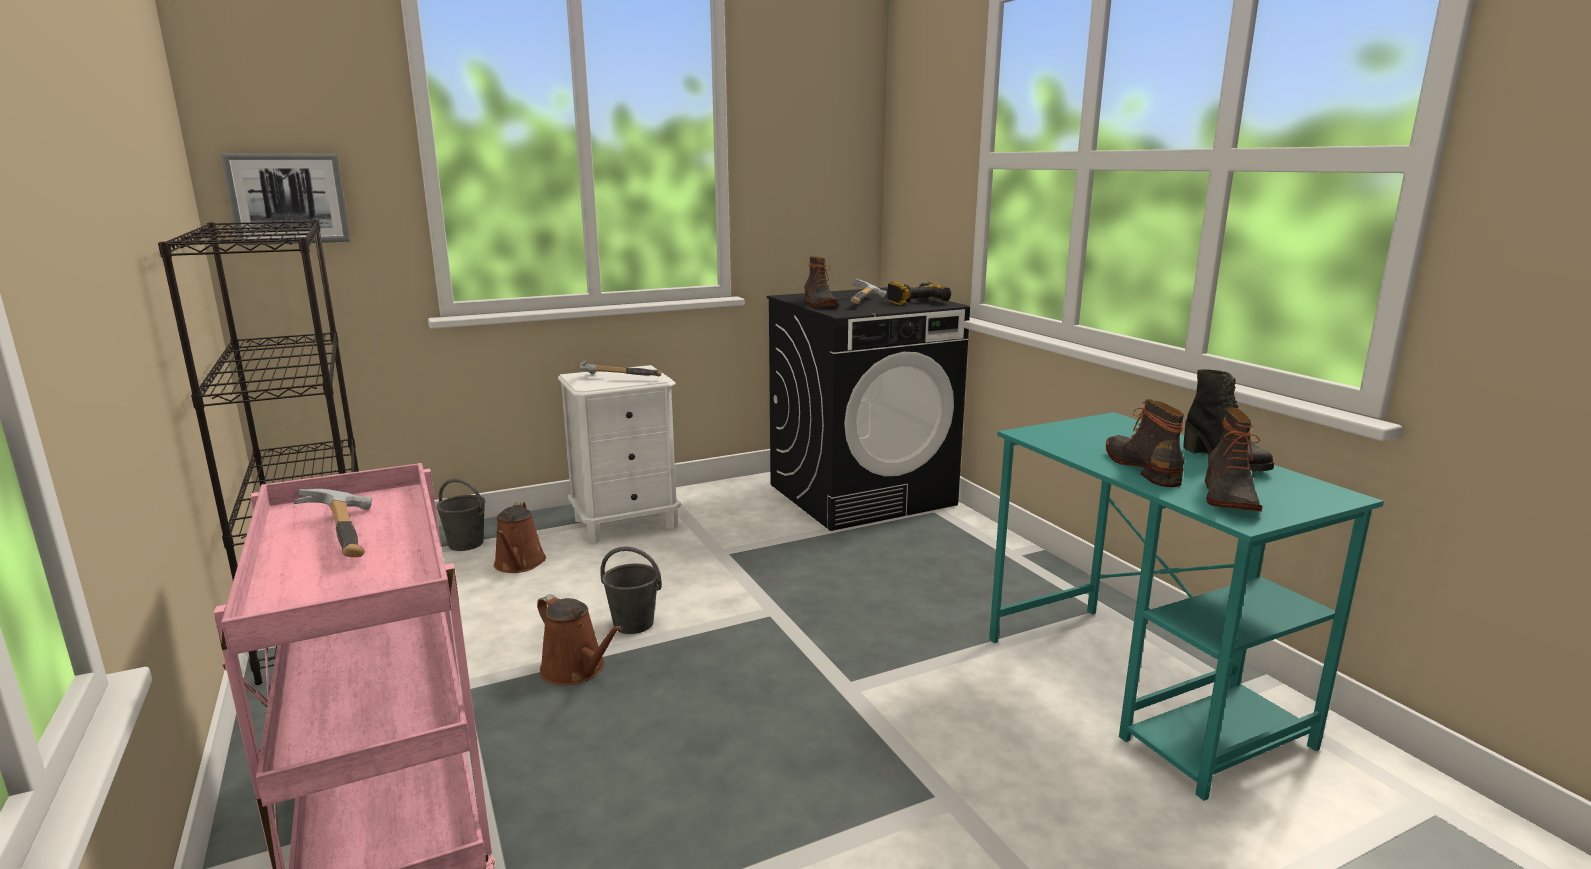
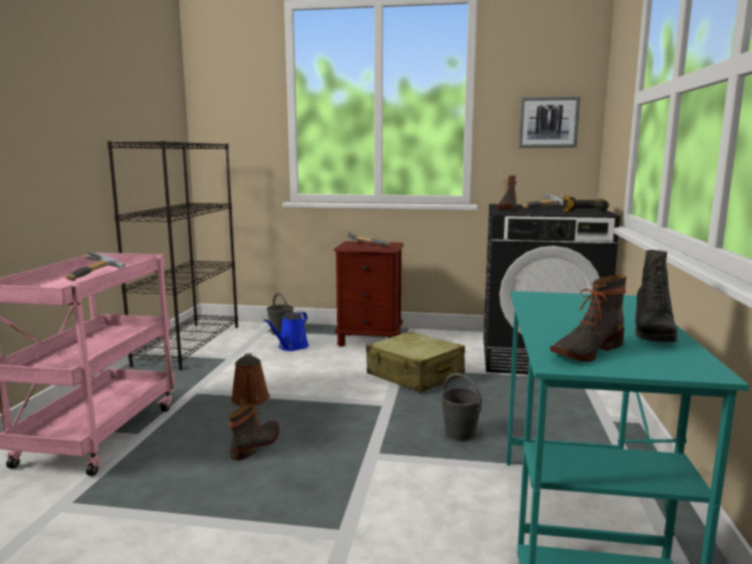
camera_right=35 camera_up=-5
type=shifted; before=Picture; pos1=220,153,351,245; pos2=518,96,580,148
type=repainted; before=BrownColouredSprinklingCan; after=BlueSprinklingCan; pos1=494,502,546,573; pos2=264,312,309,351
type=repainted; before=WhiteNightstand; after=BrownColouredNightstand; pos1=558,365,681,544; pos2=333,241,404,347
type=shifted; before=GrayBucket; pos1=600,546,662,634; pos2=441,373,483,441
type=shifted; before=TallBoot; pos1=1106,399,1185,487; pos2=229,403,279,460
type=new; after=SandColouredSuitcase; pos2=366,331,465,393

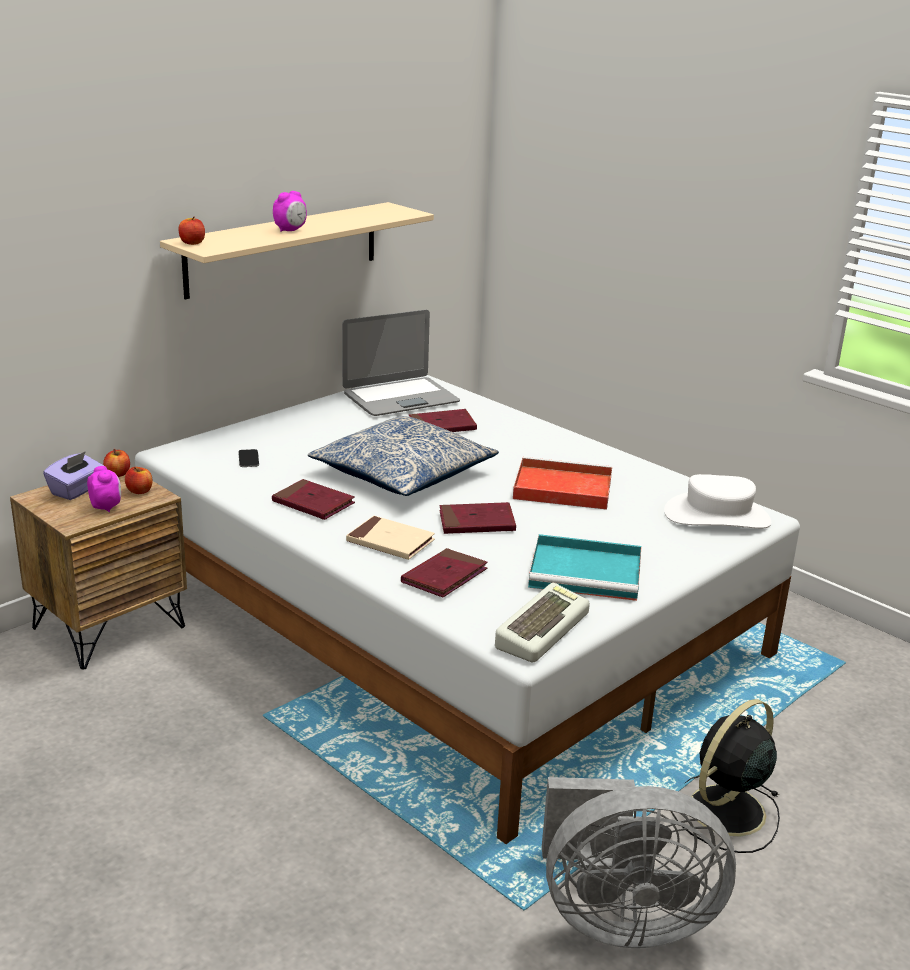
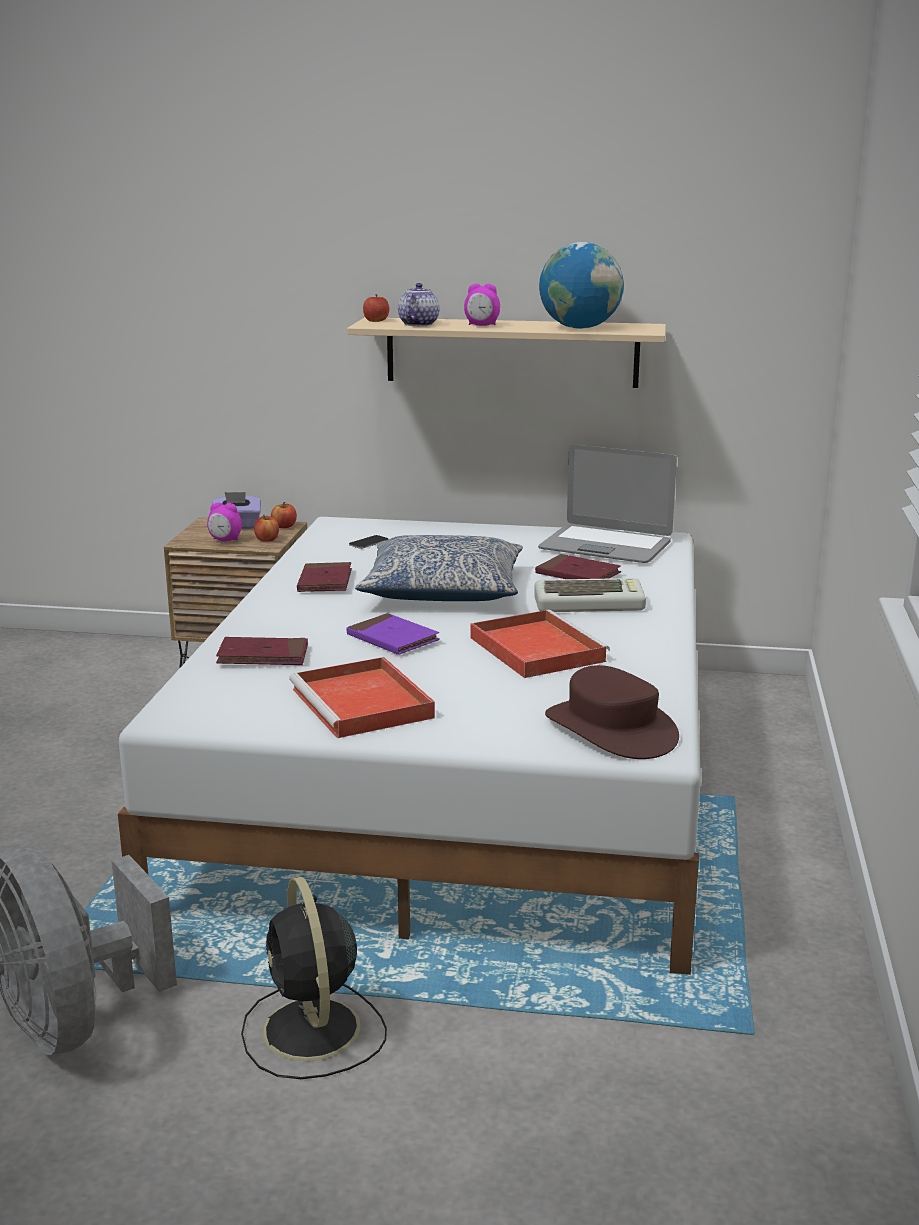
camera_right=55 camera_up=-5
type=rotated; before=BedsideClock; pos1=87,466,121,512; pos2=207,503,242,542; turn=75
type=gone; before=SandColouredBook; pos1=346,516,435,560
type=repainted; before=ReddishBook; after=PurpleBook; pos1=440,502,516,534; pos2=346,613,440,655
type=shifted; before=Keyboard; pos1=495,583,590,662; pos2=534,578,646,612
type=repainted; before=TurquoiseTray; after=ReddishTray; pos1=528,534,642,601; pos2=289,657,435,738
type=repainted; before=WhiteWearableHat; after=BrownColouredWearableHat; pos1=664,474,771,529; pos2=545,665,679,759
type=rotated; before=BlackishFan; pos1=670,699,780,853; pos2=241,877,387,1079; turn=-120
type=new; after=Teapot; pos2=398,283,440,326
type=new; after=DeskGlobe; pos2=539,242,624,329

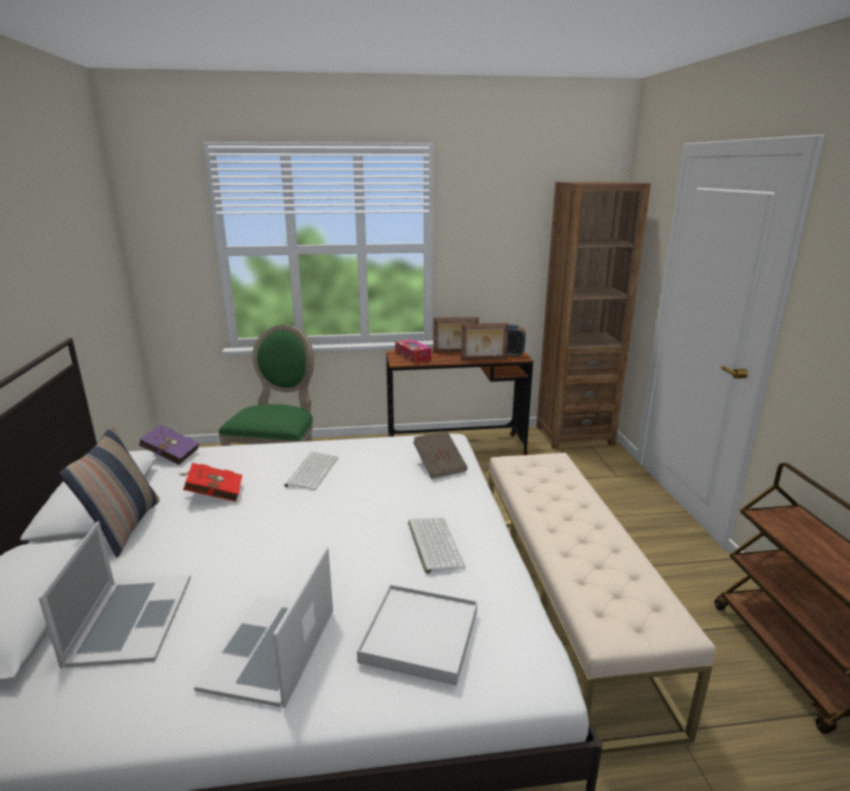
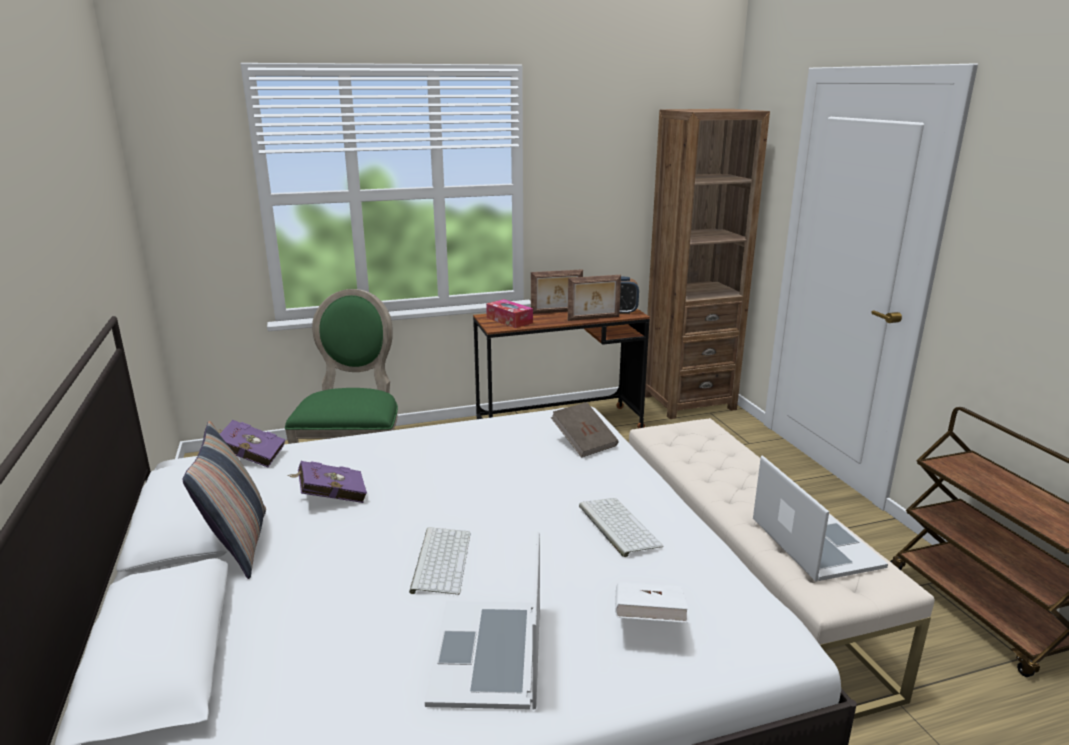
camera_right=-10 camera_up=0
type=shifted; before=PortableComputer; pos1=39,521,191,668; pos2=753,455,888,581
type=repainted; before=ReddishBook; after=PurpleBook; pos1=180,463,242,502; pos2=287,461,367,503
type=shifted; before=Keyboard; pos1=284,452,339,490; pos2=409,527,471,595
type=swapped; before=WhiteTray; after=WhiteBook; pos1=357,584,477,686; pos2=615,582,688,623

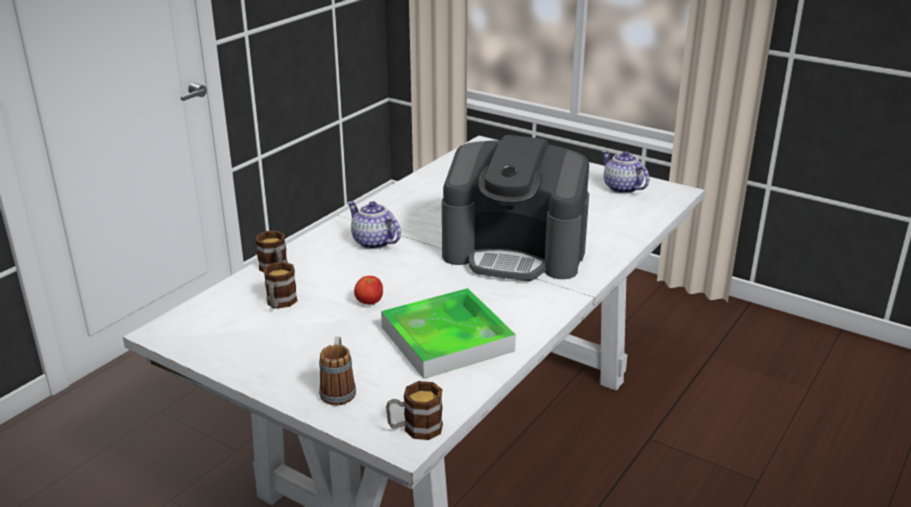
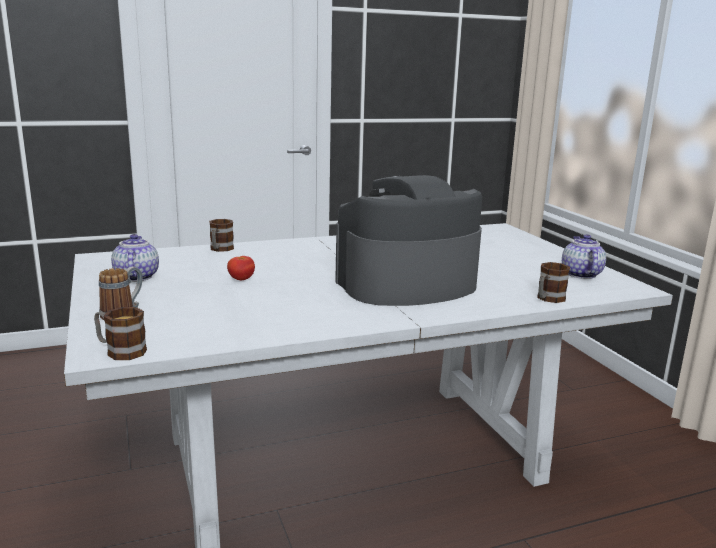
camera_right=35 camera_up=-10
type=shifted; before=TeaMug; pos1=263,262,298,309; pos2=537,262,570,303
type=shifted; before=Teapot; pos1=347,201,401,249; pos2=111,234,159,282
type=gone; before=Tray; pos1=381,288,516,379
type=rotated; before=CoffeeMachine; pos1=442,135,589,281; pos2=335,175,482,306; turn=105

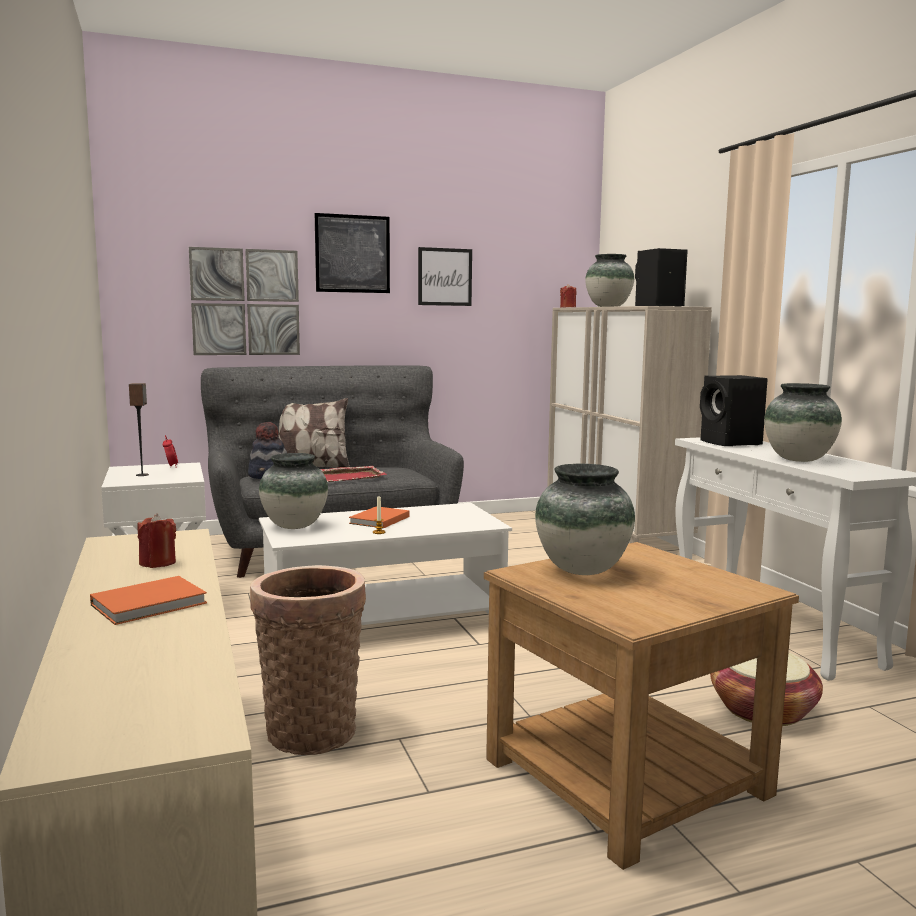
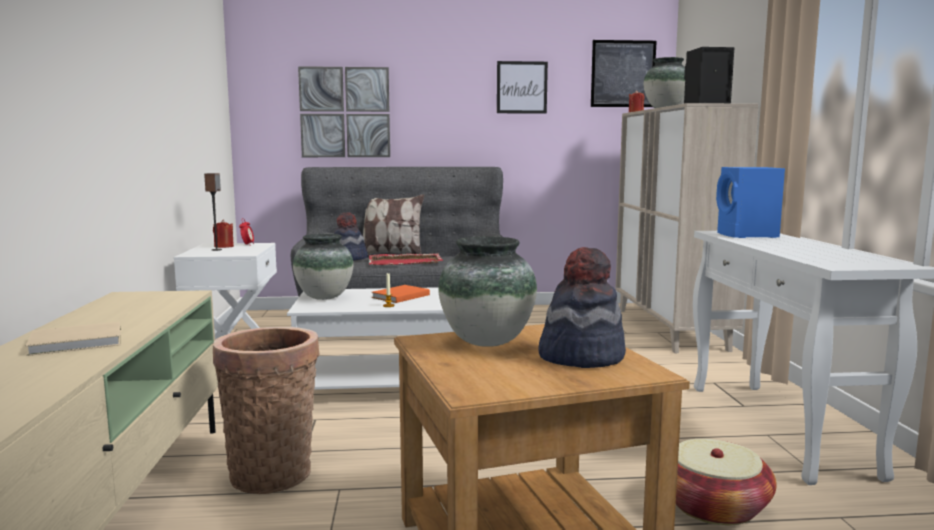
camera_right=15 camera_up=0
type=repainted; before=OrangeBook; after=SandColouredBook; pos1=90,576,207,625; pos2=26,322,121,356
type=shifted; before=ReddishCandle; pos1=137,513,176,568; pos2=213,219,234,248
type=shifted; before=Picture; pos1=315,213,390,293; pos2=591,40,657,107
type=repainted; before=BlackishLoudspeaker; after=BlueLoudspeaker; pos1=700,375,768,446; pos2=716,167,785,238
type=gone; before=DecorativeVase; pos1=764,383,842,462
type=new; after=WearableHat; pos2=538,247,626,368

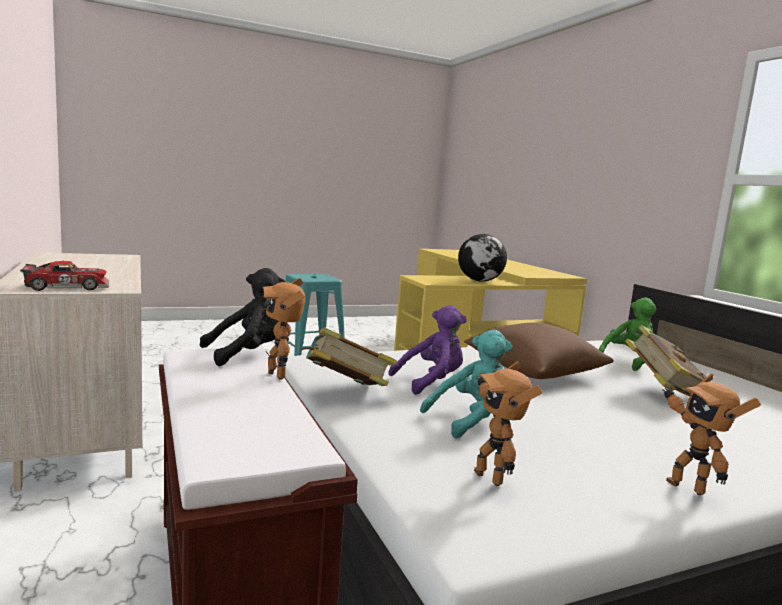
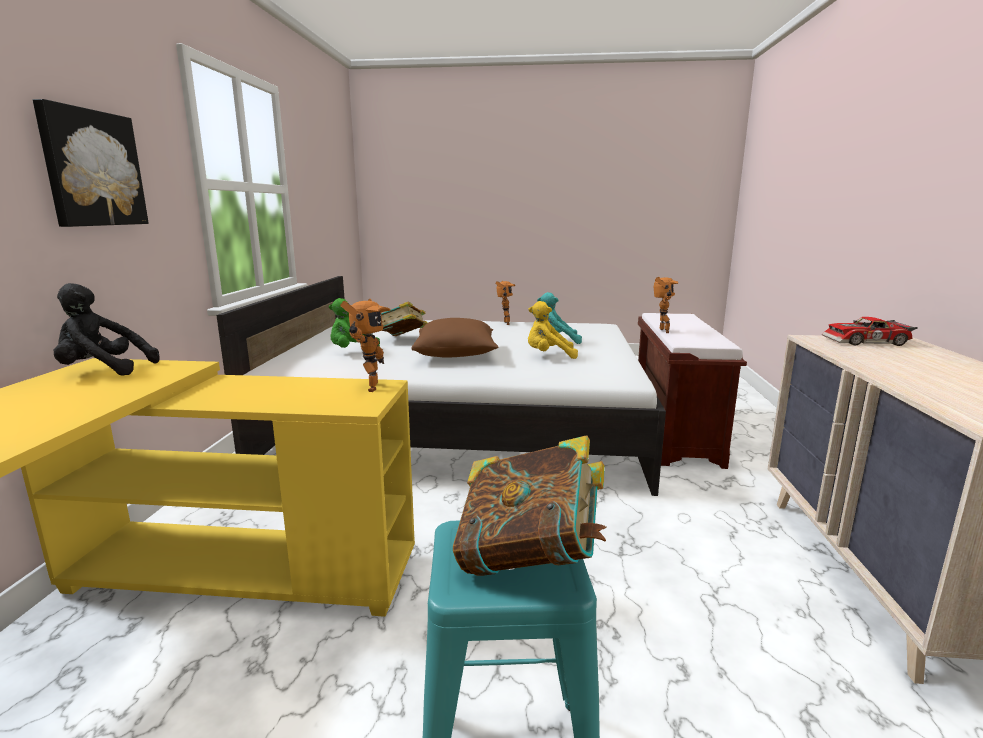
camera_right=-150 camera_up=5
type=shifted; before=BlackishPlushToy; pos1=199,268,285,366; pos2=54,283,160,376
type=shifted; before=Book; pos1=301,327,397,386; pos2=453,435,607,576
type=repainted; before=PurplePlushToy; after=YellowColouredPlushToy; pos1=388,305,467,395; pos2=528,301,578,359
type=gone; before=DeskGlobe; pos1=458,234,507,282
type=shifted; before=RobotFigure; pos1=474,362,542,486; pos2=340,299,391,392
type=new; after=Picture; pos2=33,99,149,227

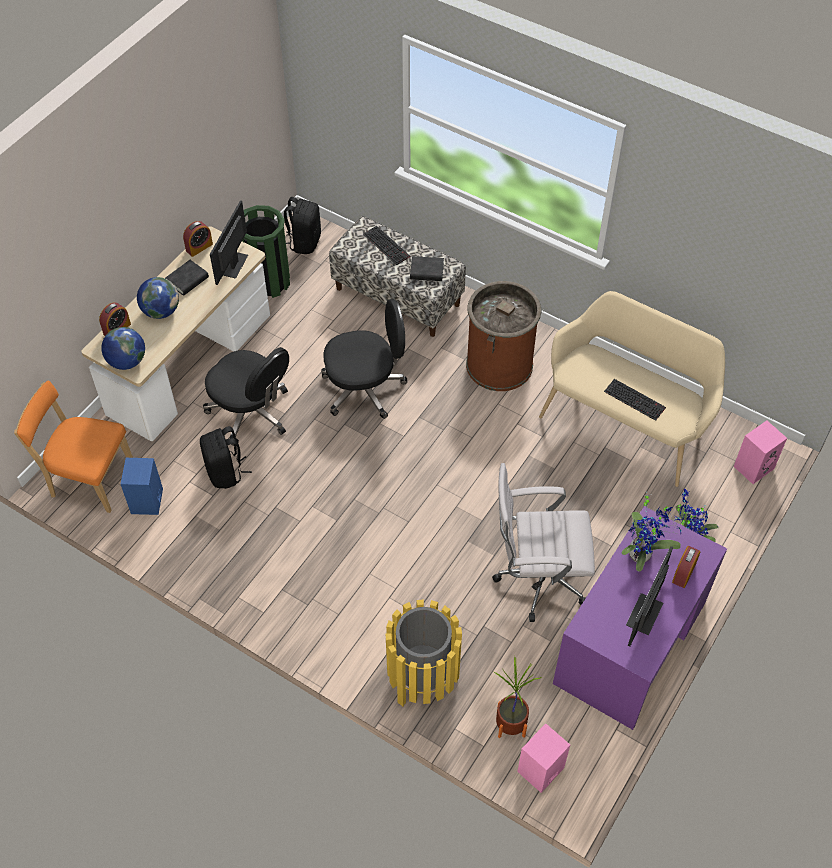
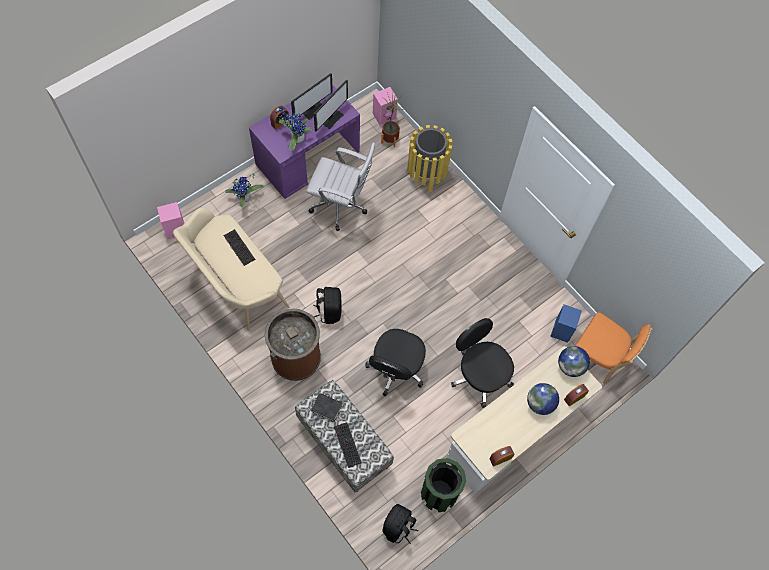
camera_right=-165 camera_up=10
type=gone; before=BlackishBook; pos1=165,260,209,296
type=shifted; before=BlackishRucksack; pos1=200,426,252,489; pos2=313,287,342,324
type=shifted; before=Monitor; pos1=210,200,248,285; pos2=314,79,348,132
type=rotated; before=BlackishComputerChair; pos1=321,299,407,419; pos2=365,329,426,397; turn=-75

